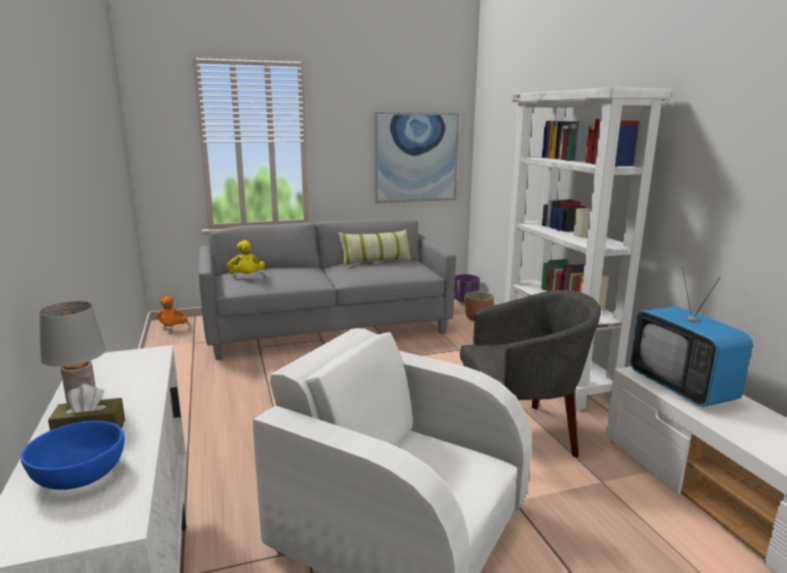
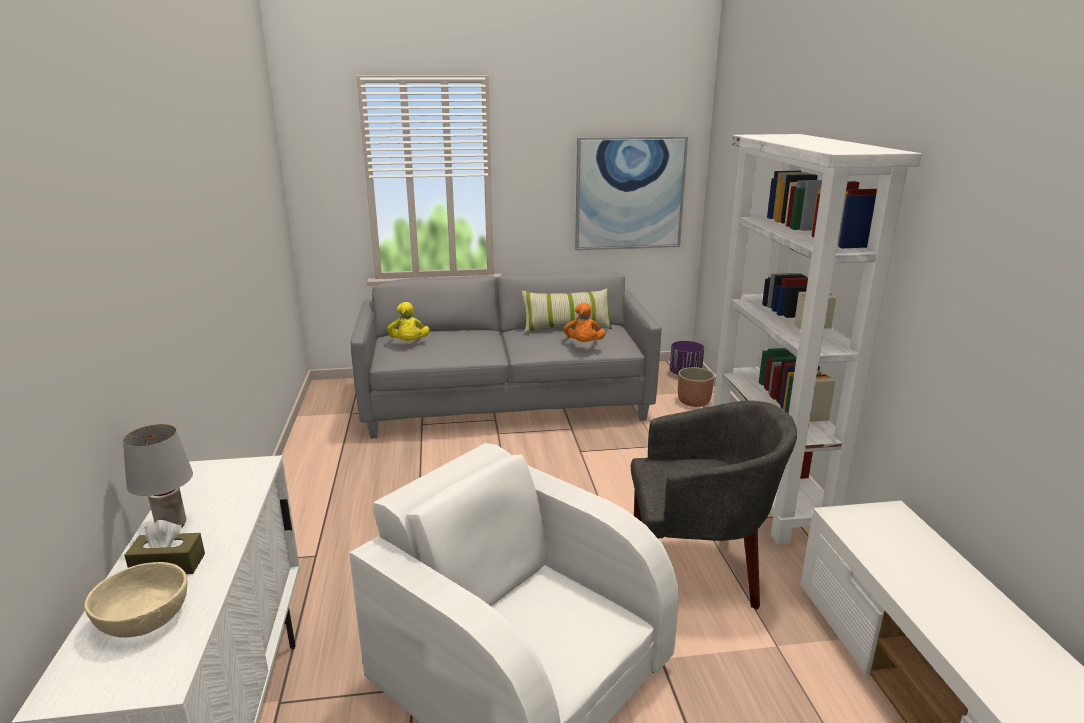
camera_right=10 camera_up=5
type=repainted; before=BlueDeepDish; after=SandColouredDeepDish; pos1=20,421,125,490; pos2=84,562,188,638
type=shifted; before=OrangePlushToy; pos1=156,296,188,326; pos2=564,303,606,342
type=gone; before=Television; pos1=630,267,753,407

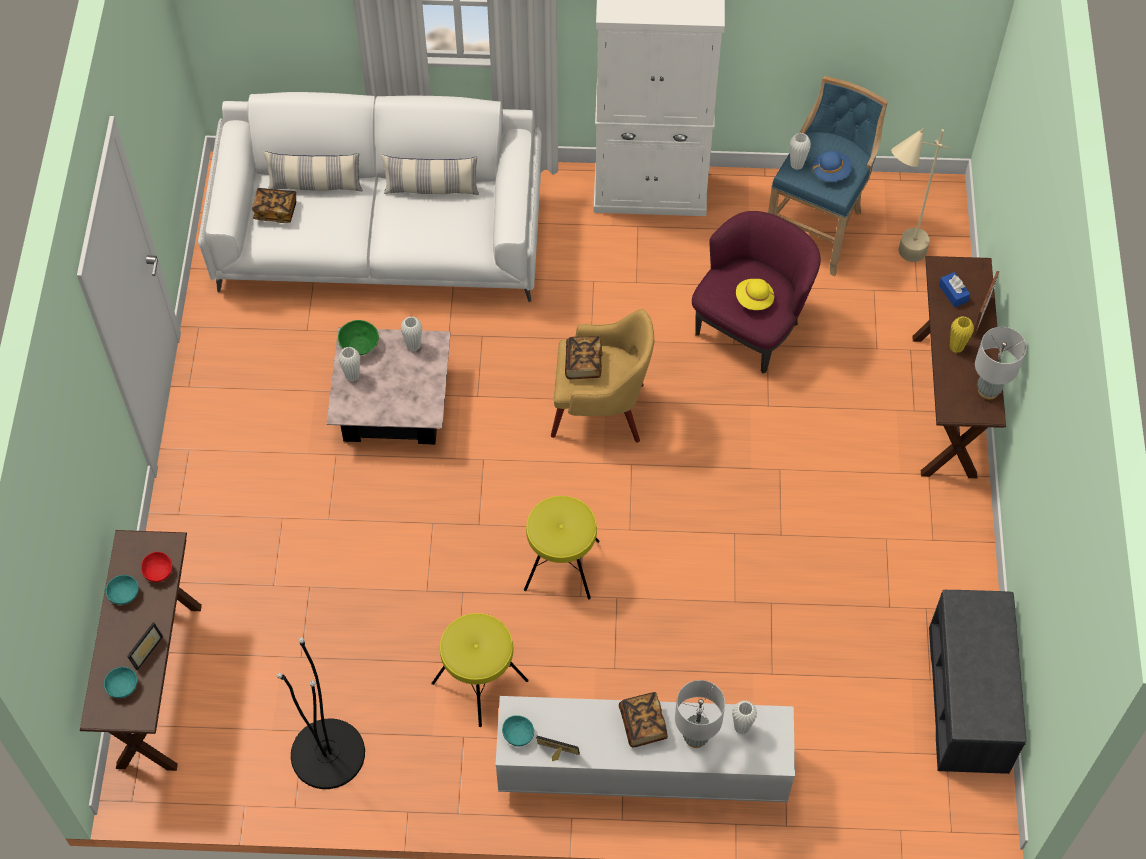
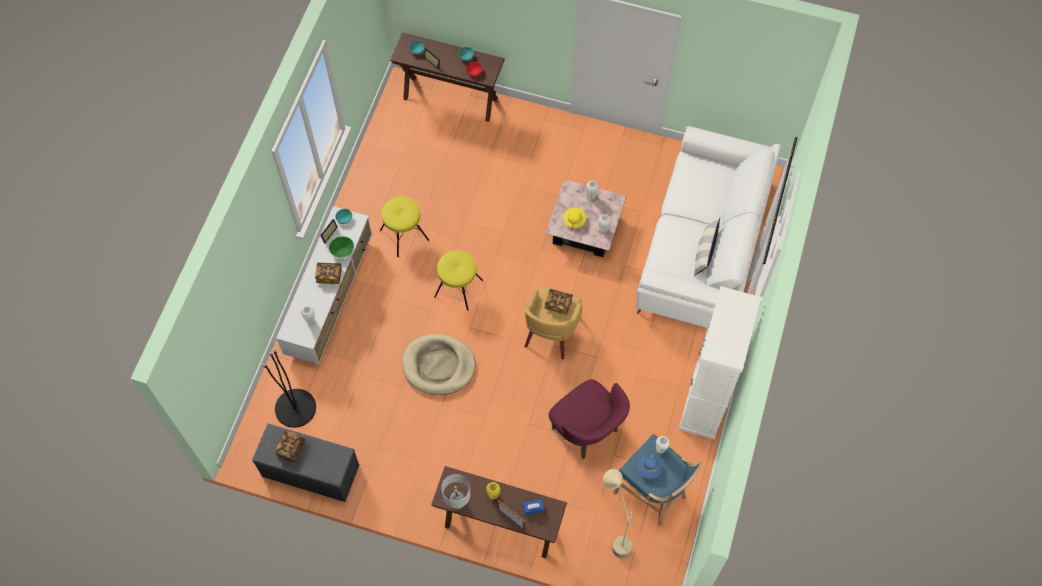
camera_right=105 camera_up=5
type=shifted; before=Book; pos1=252,188,296,223; pos2=275,430,305,462
type=gone; before=ThrowPillow; pos1=263,151,363,191
type=shifted; before=BlackishStandingLamp; pos1=277,638,365,789; pos2=262,349,316,428
type=shifted; before=GreenColouredDeepDish; pos1=338,320,379,355; pos2=329,236,354,258
type=gone; before=GrayLampForATable; pos1=675,680,725,748
type=shifted; before=YellowColouredWearableHat; pos1=736,279,774,310; pos2=564,208,586,230
type=new; after=SandColouredDogCushion; pos2=402,334,476,395

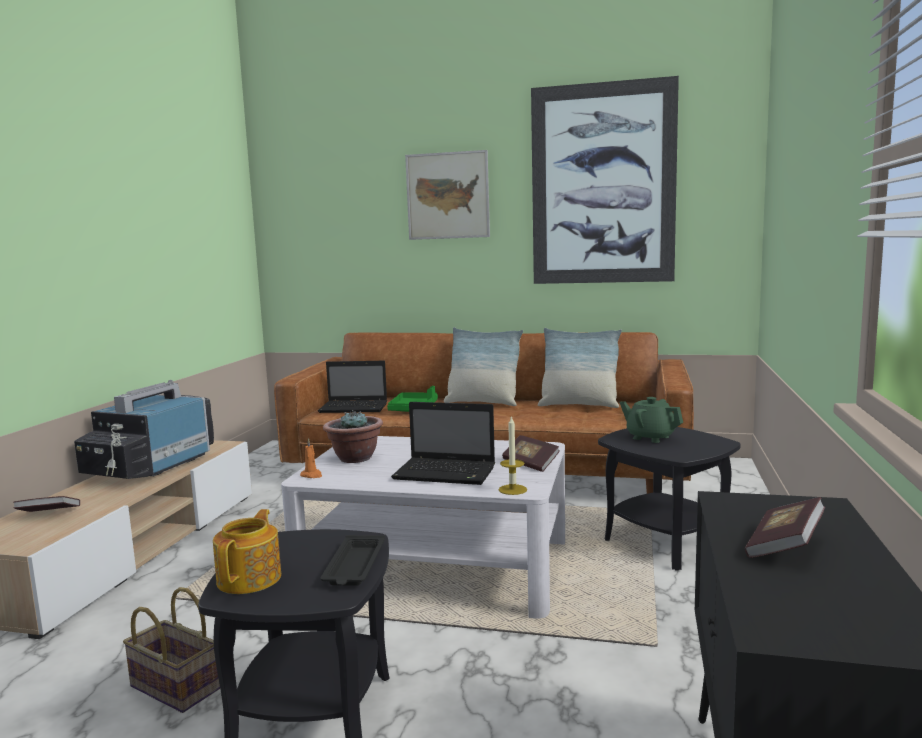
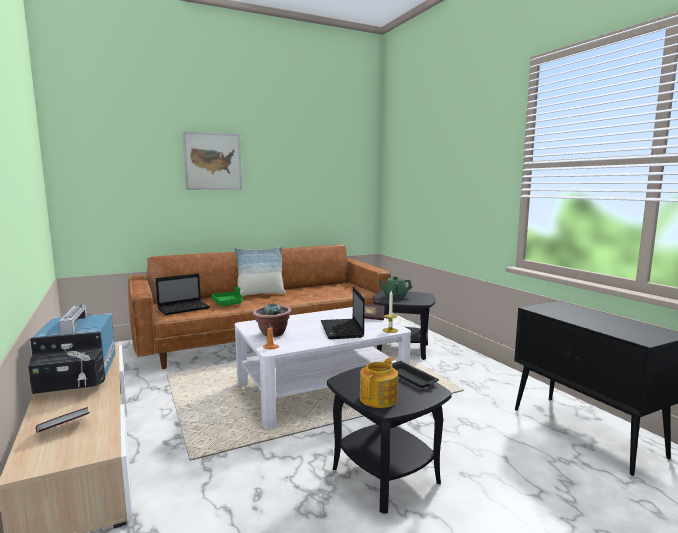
camera_right=-40 camera_up=0
type=gone; before=HouseholdBasket; pos1=123,587,220,713
type=rotated; before=Teapot; pos1=213,509,281,594; pos2=360,358,398,408; turn=60
type=rotated; before=PortableComputer; pos1=391,402,495,485; pos2=321,286,364,339; turn=105
type=gone; before=Picture; pos1=531,76,679,284
type=gone; before=ThrowPillow; pos1=538,328,622,408
type=gone; before=Book; pos1=745,497,825,558

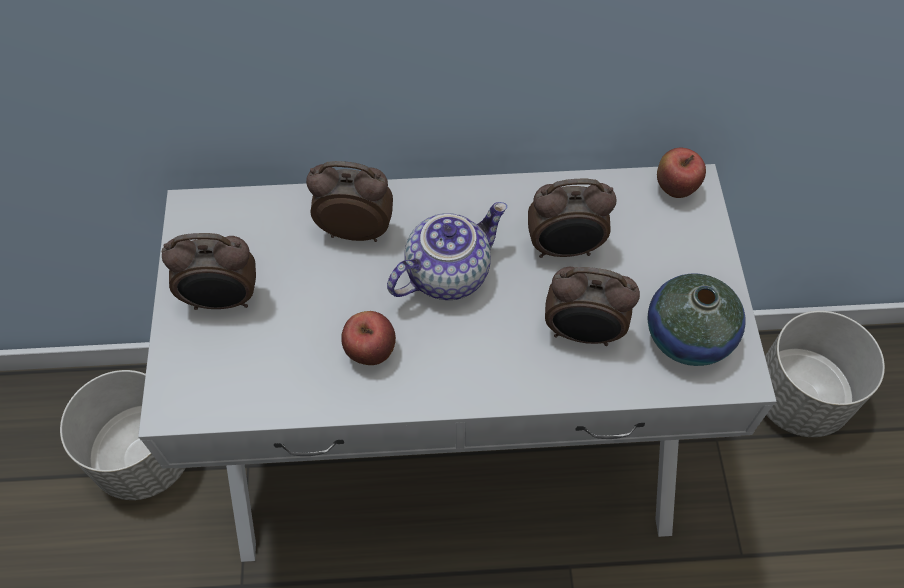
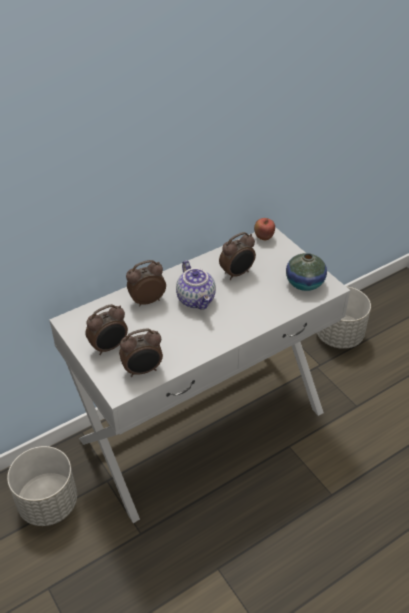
camera_right=-30 camera_up=-15
type=gone; before=Apple; pos1=341,311,396,365
type=rotated; before=Teapot; pos1=387,202,507,300; pos2=176,260,216,310; turn=135
type=shifted; before=BedsideClock; pos1=545,267,640,346; pos2=119,329,163,377

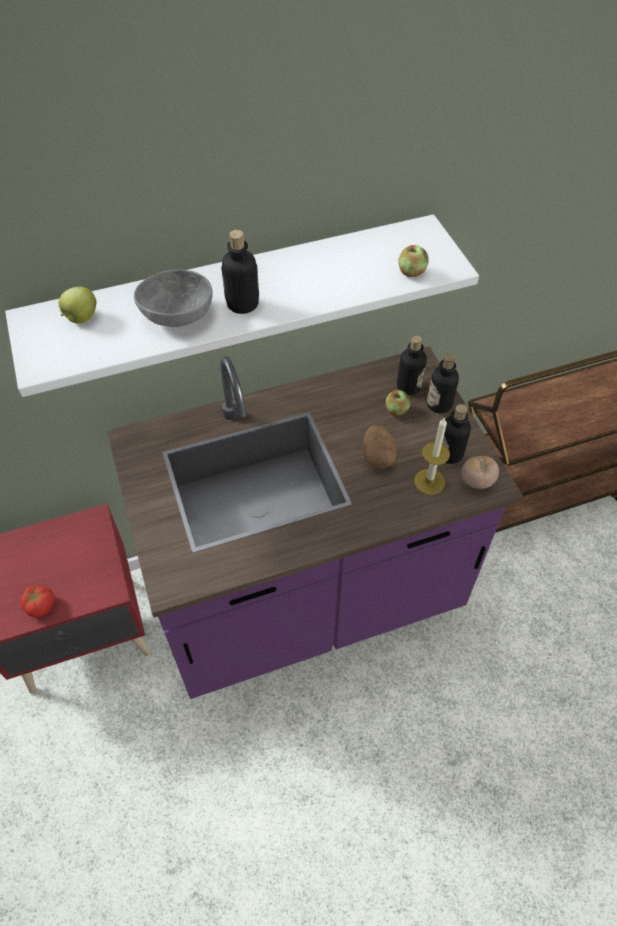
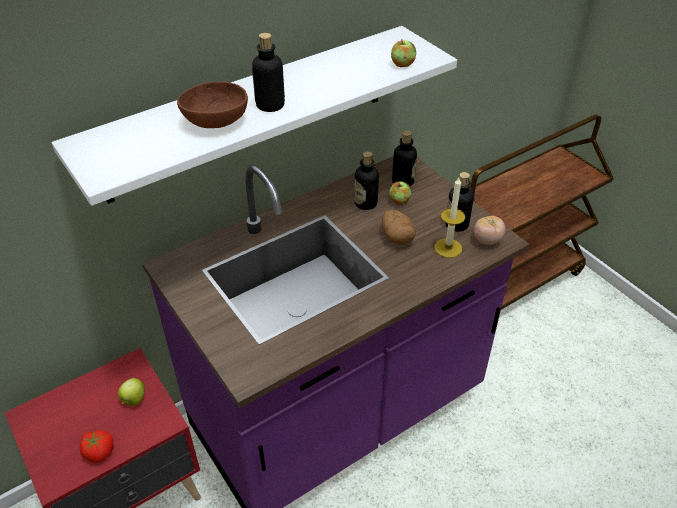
camera_right=-15 camera_up=-10
type=shifted; before=Apple; pos1=58,287,96,324; pos2=118,378,145,406
type=repainted; before=GrayDeepDish; after=BrownColouredDeepDish; pos1=134,269,213,327; pos2=177,81,248,128
type=shifted; before=DrinkBottle; pos1=427,354,459,413; pos2=354,151,379,210

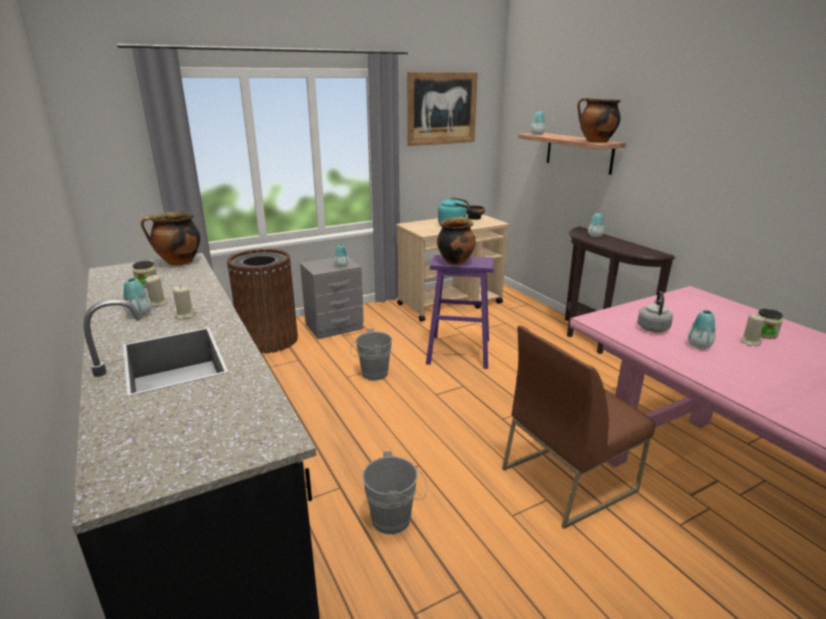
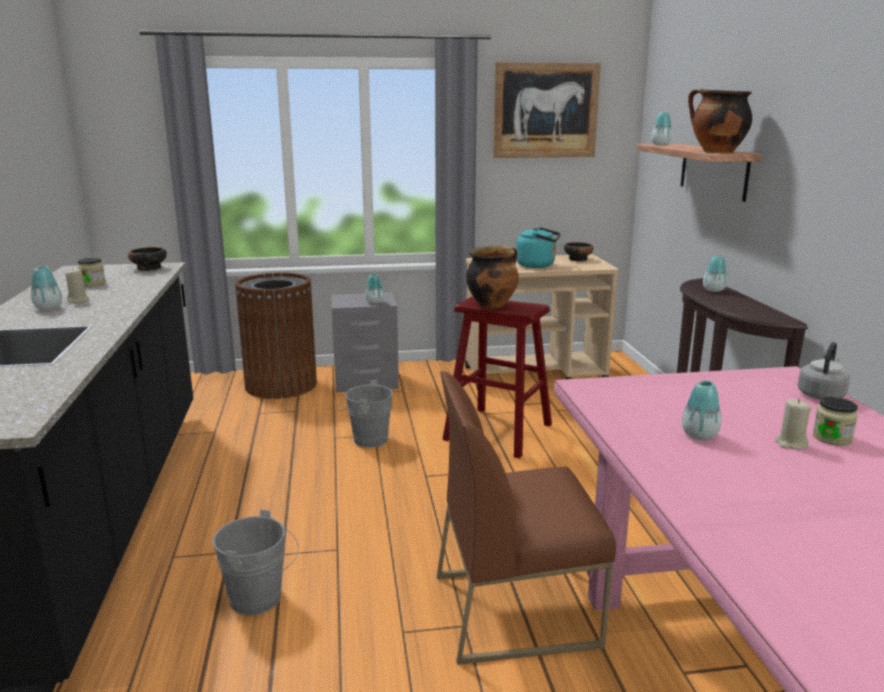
camera_right=20 camera_up=-5
type=swapped; before=CookingPot; after=DeepDish; pos1=141,212,200,265; pos2=128,247,167,271
type=gone; before=SandColouredCandle; pos1=173,287,196,320
type=repainted; before=PurpleStool; after=ReddishStool; pos1=426,255,494,369; pos2=442,296,552,459
type=shifted; before=GrayTeaKettle; pos1=637,291,673,332; pos2=798,342,850,400

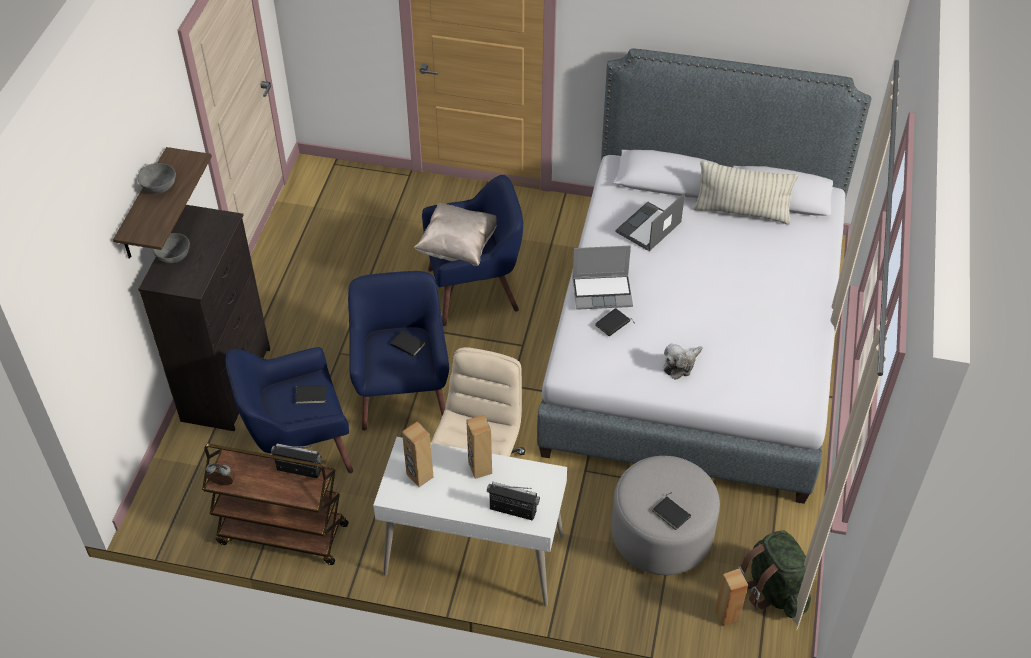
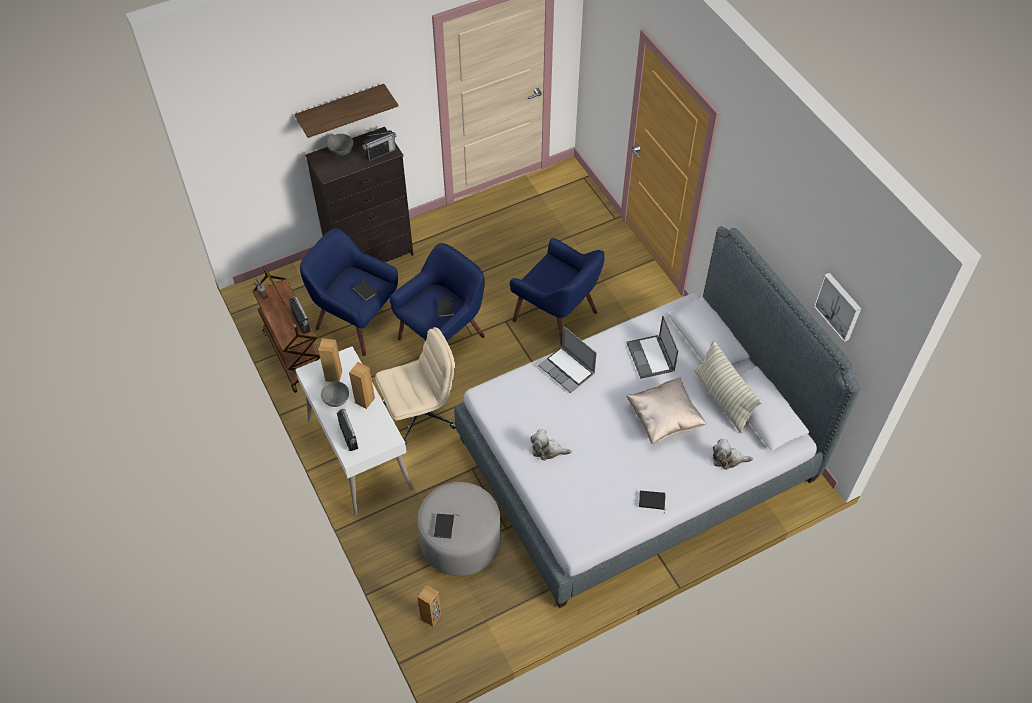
camera_right=50 camera_up=5
type=shifted; before=GrayDeepDish; pos1=137,163,176,193; pos2=321,381,349,407
type=shifted; before=SandColouredThrowPillow; pos1=414,203,497,266; pos2=626,378,707,444
type=shifted; before=BlackishBook; pos1=595,308,635,336; pos2=639,491,666,512
type=rotated; before=PortableComputer; pos1=615,193,685,251; pos2=626,316,678,379; turn=-105
type=gone; before=GreenColouredRucksack; pos1=737,530,811,618
type=new; after=RadioReceiver; pos2=362,130,396,161
type=new; after=PlushToy; pos2=713,439,753,470
type=new; after=Picture; pos2=813,273,861,342

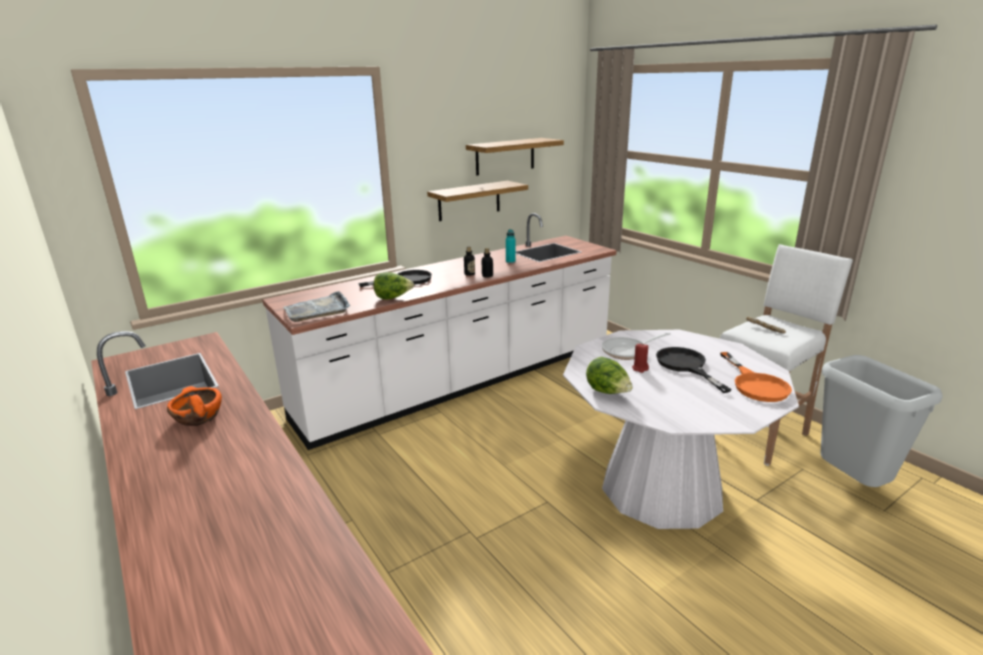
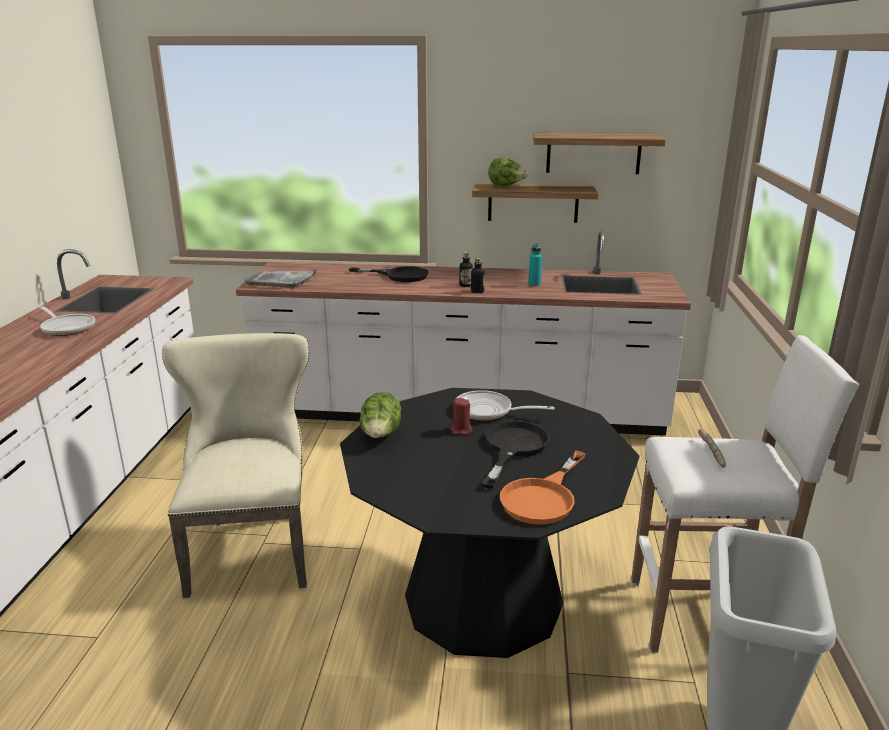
camera_right=40 camera_up=0
type=swapped; before=OrangeDeepDish; after=Pan; pos1=167,386,222,426; pos2=37,305,95,336
type=shifted; before=Lettuce; pos1=373,272,414,300; pos2=488,158,528,186
type=repainted; before=WhiteDinnerTable; after=BlackishDinnerTable; pos1=563,330,799,529; pos2=340,388,639,658
type=new; after=SandColouredChair; pos2=162,333,309,598

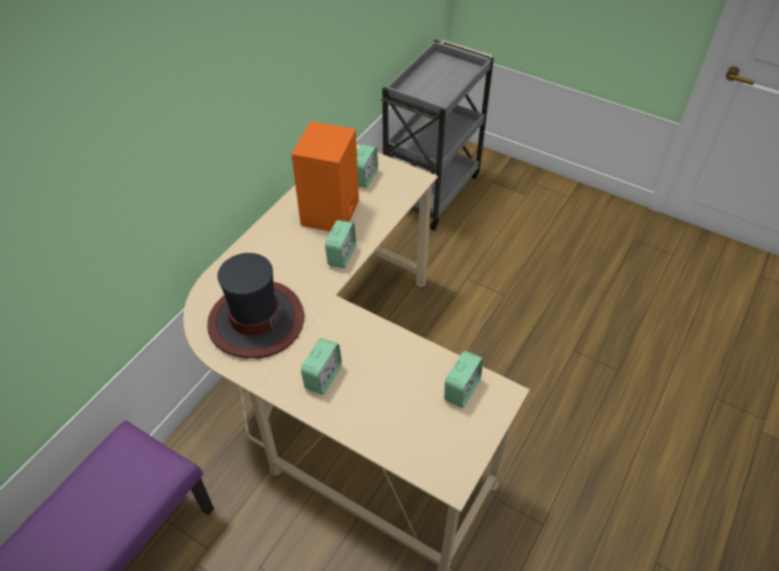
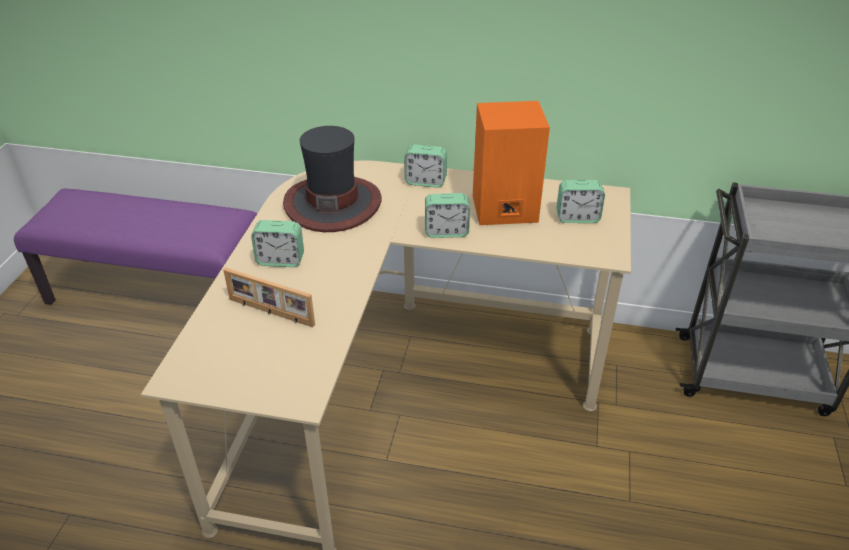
camera_right=70 camera_up=-10
type=shifted; before=BedsideClock; pos1=444,350,483,408; pos2=405,144,447,188
type=new; after=StandingFrame; pos2=223,268,315,327

